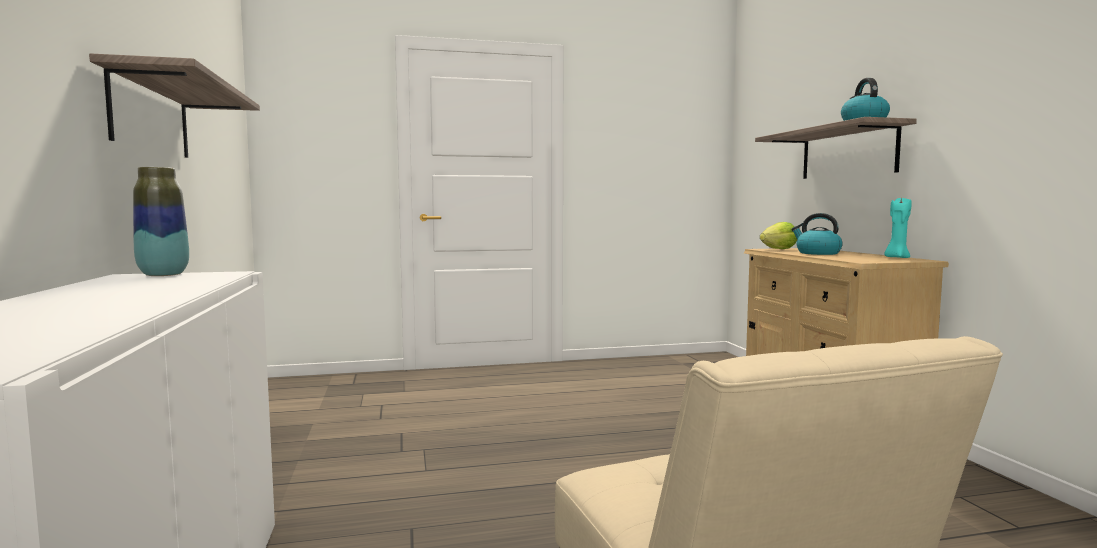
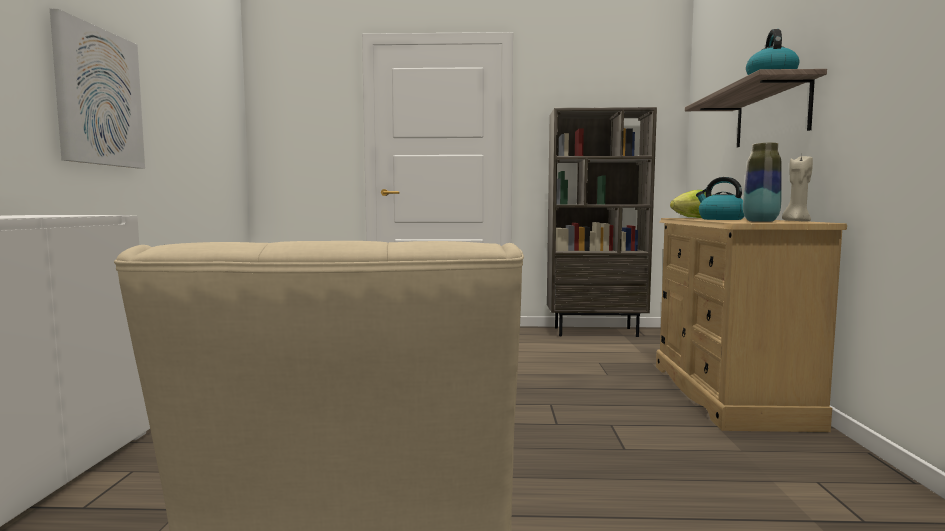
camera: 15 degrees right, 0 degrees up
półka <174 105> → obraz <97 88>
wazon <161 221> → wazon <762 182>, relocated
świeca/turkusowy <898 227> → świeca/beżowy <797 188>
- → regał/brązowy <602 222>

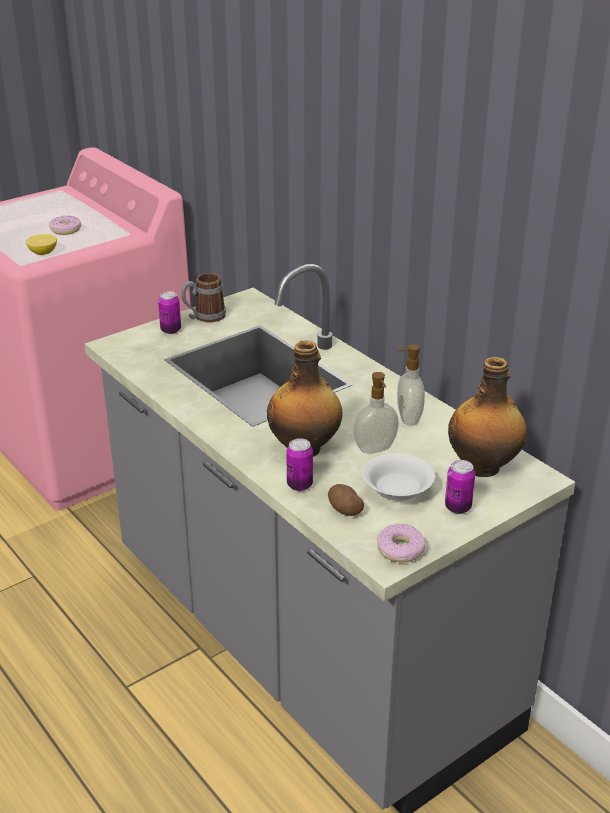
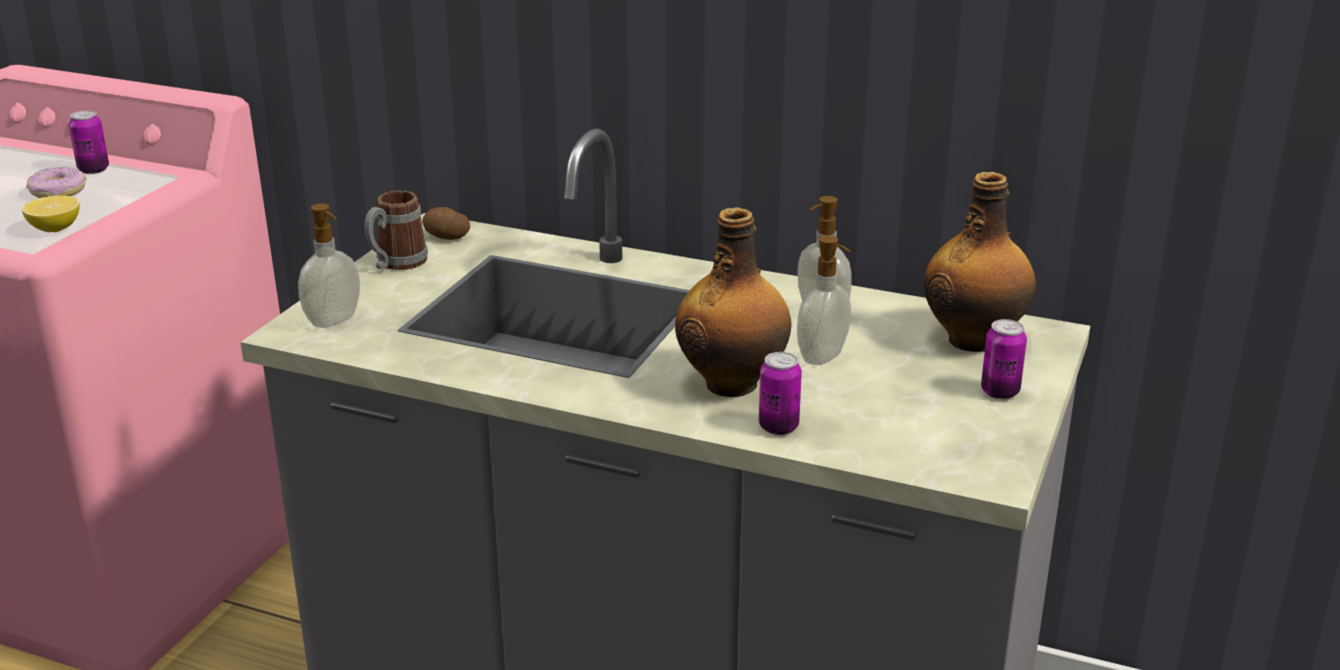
camera: 30 degrees left, 5 degrees down
puszka <169 312> → puszka <88 142>, relocated
ziemniak <346 500> → ziemniak <446 223>, relocated
miska/biały <398 477> → -
donut <401 543> → -
- → dozownik mydła <329 265>

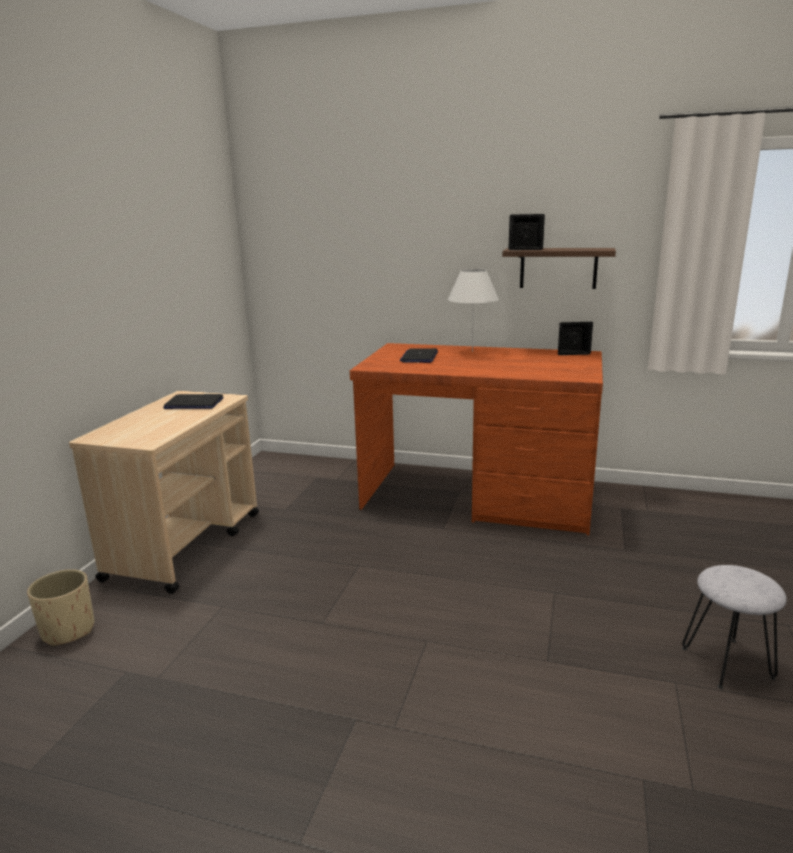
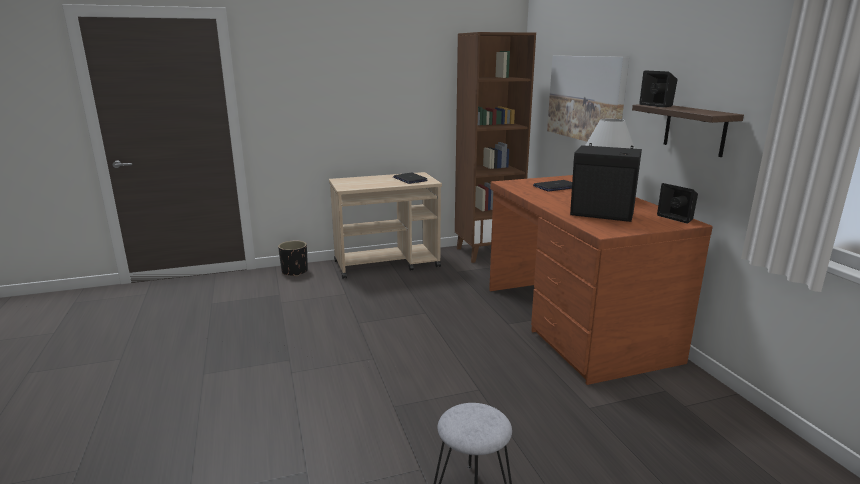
camera: 55 degrees right, 0 degrees up
donica/beżowy <60 607> → donica/czarny <293 258>
- → regał/brązowy <495 147>
- → obraz <588 99>
- → głośnik/czarny <606 182>

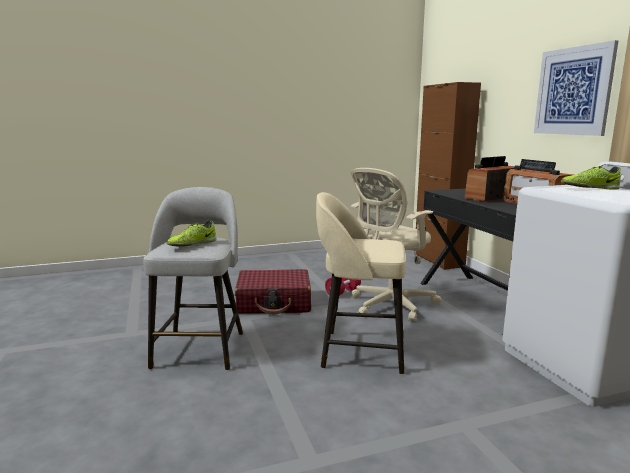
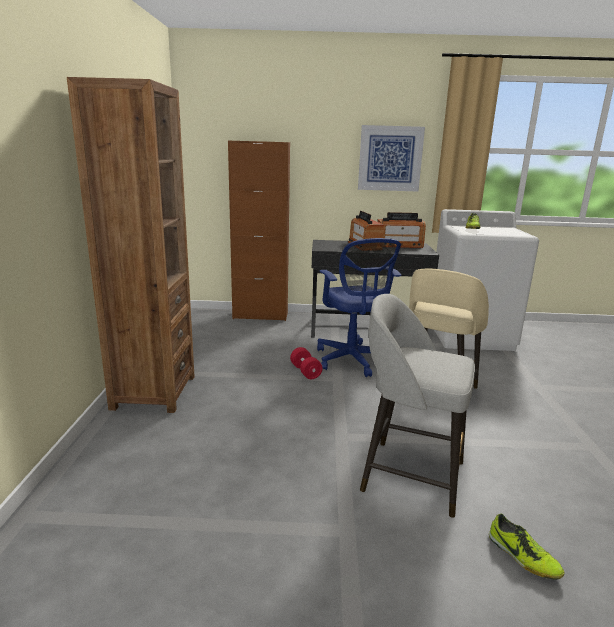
camera: 70 degrees left, 5 degrees up
but <191 233> → but <527 546>, relocated
walizka/czerwony <273 292> → -
krzesło biurowe/beżowy <396 245> → krzesło biurowe/niebieski <359 307>
- → regał/brązowy <131 245>

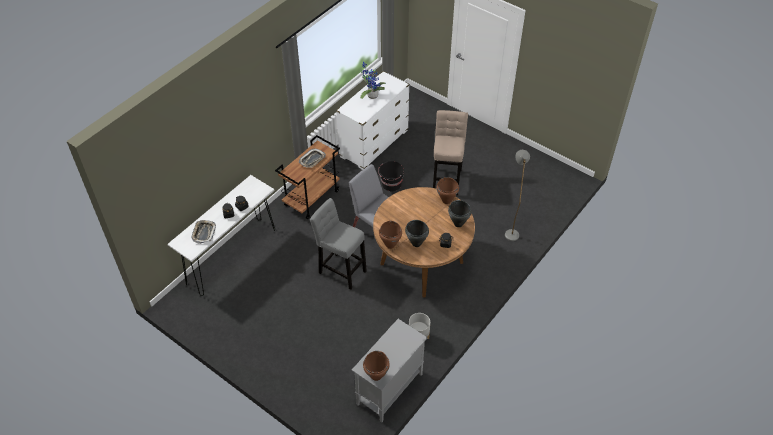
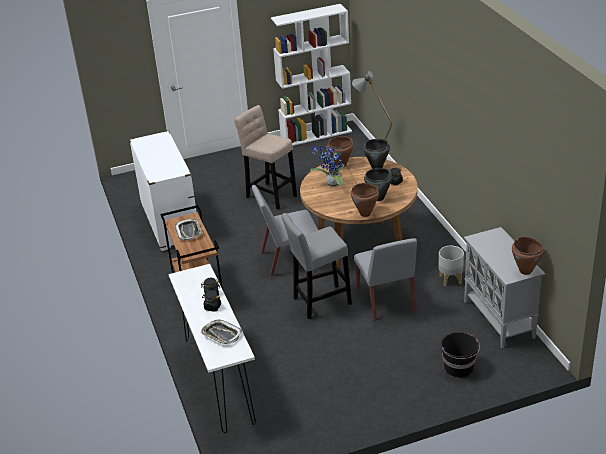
camera: 55 degrees left, 15 degrees down
roślina doniczkowa <373 80> → roślina doniczkowa <328 166>, relocated
wiadro/czarny <391 176> → wiadro/czarny <460 355>, relocated
- → regał/biały <311 75>
- → krzesło/szary <385 279>

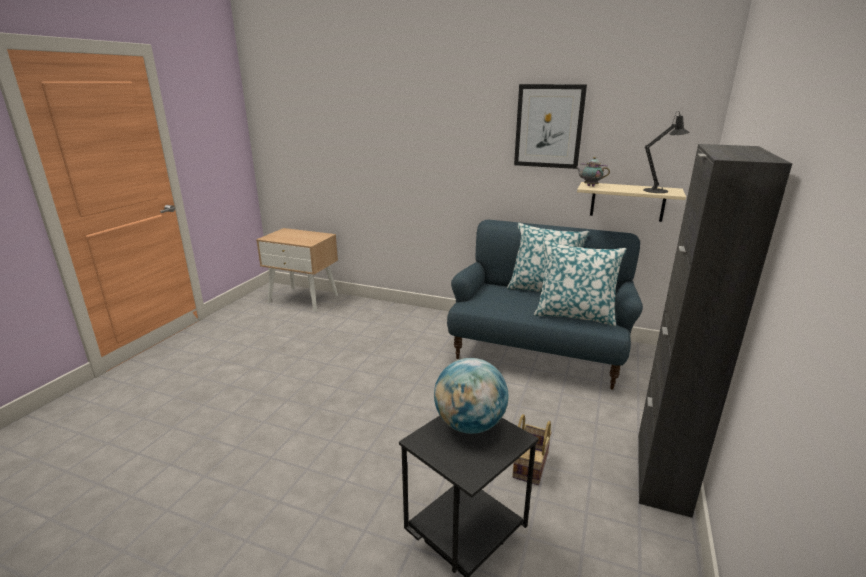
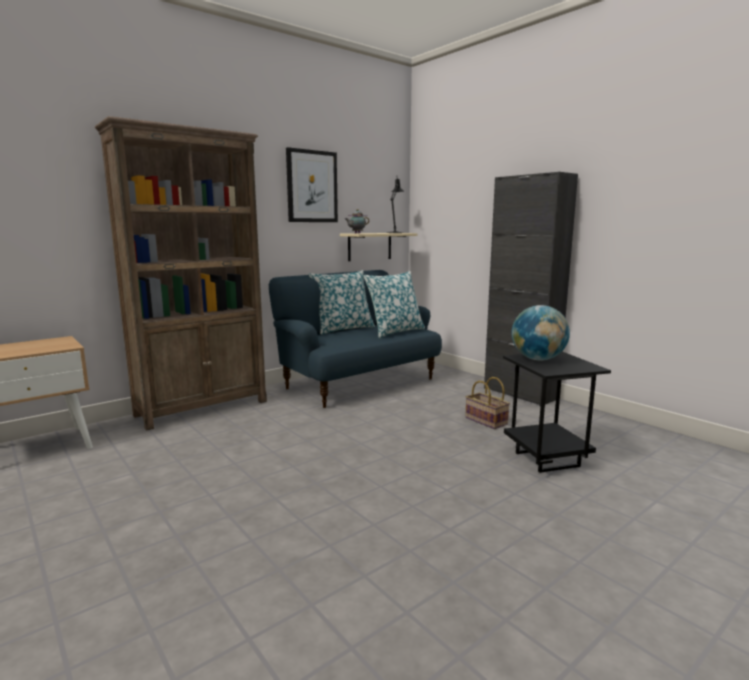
camera: 60 degrees left, 10 degrees down
- → regał/brązowy <181 273>

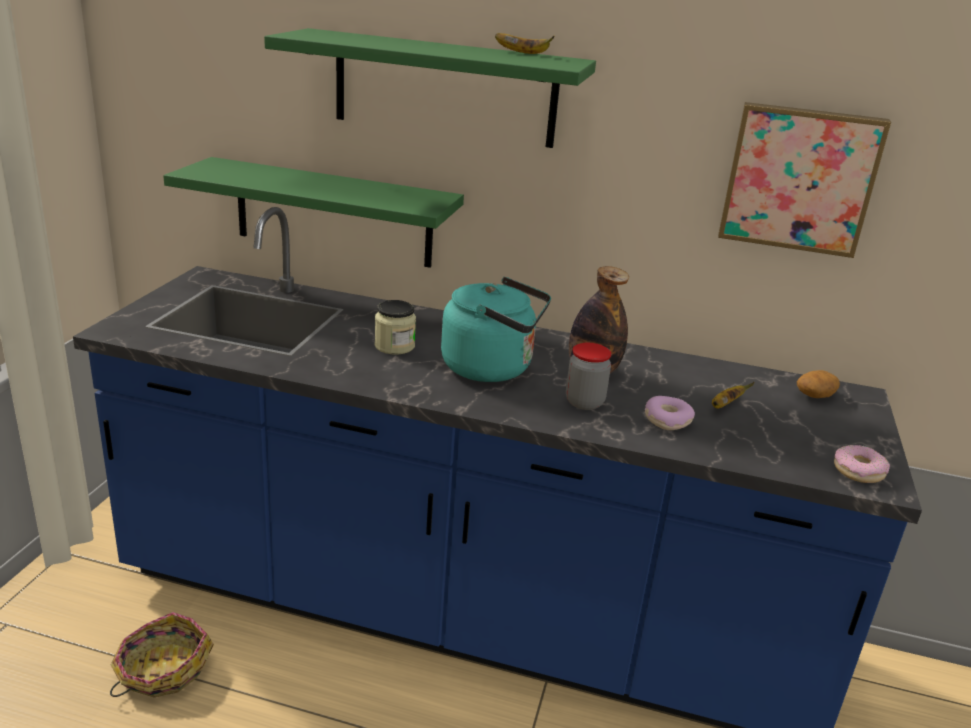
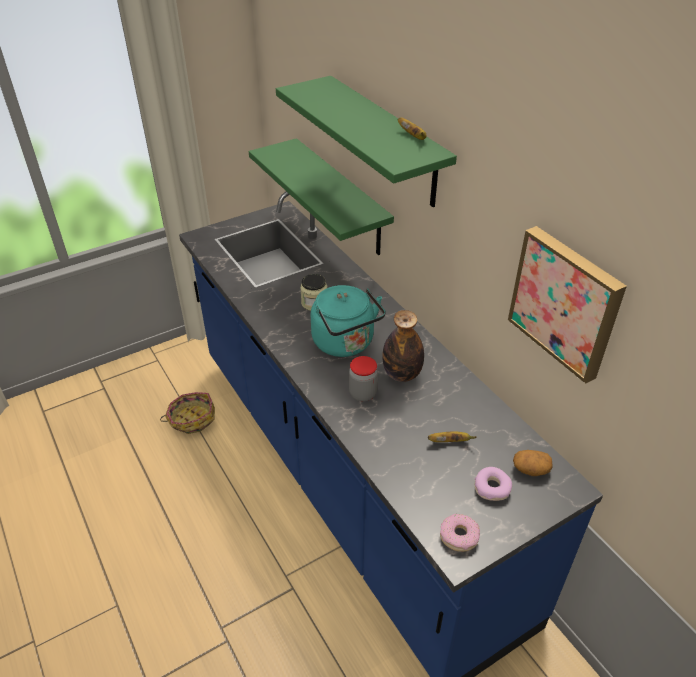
camera: 45 degrees right, 15 degrees up
donut <670 413> → donut <493 484>, relocated

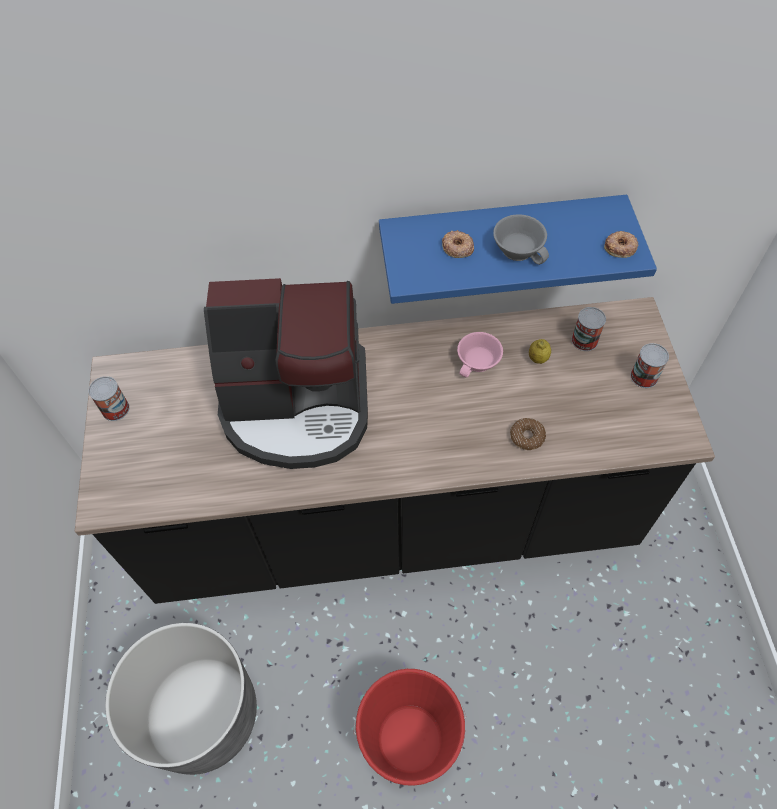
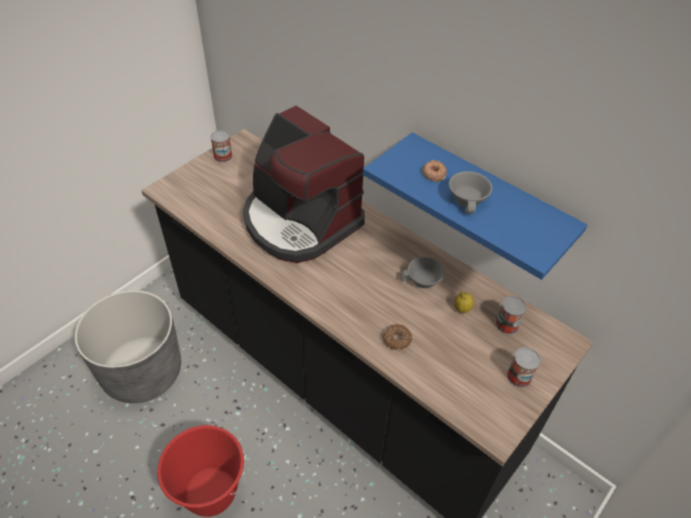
camera: 45 degrees right, 10 degrees down
filiżanka/różowy <480 355> → filiżanka/szary <423 273>
donut <621 244> → -

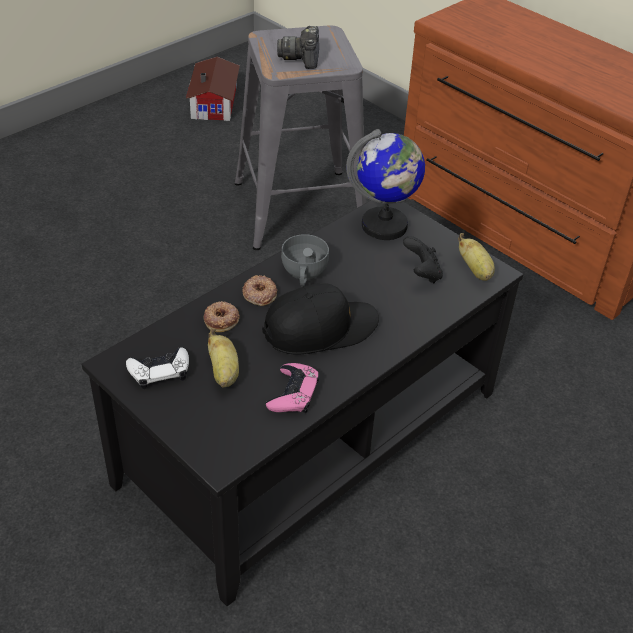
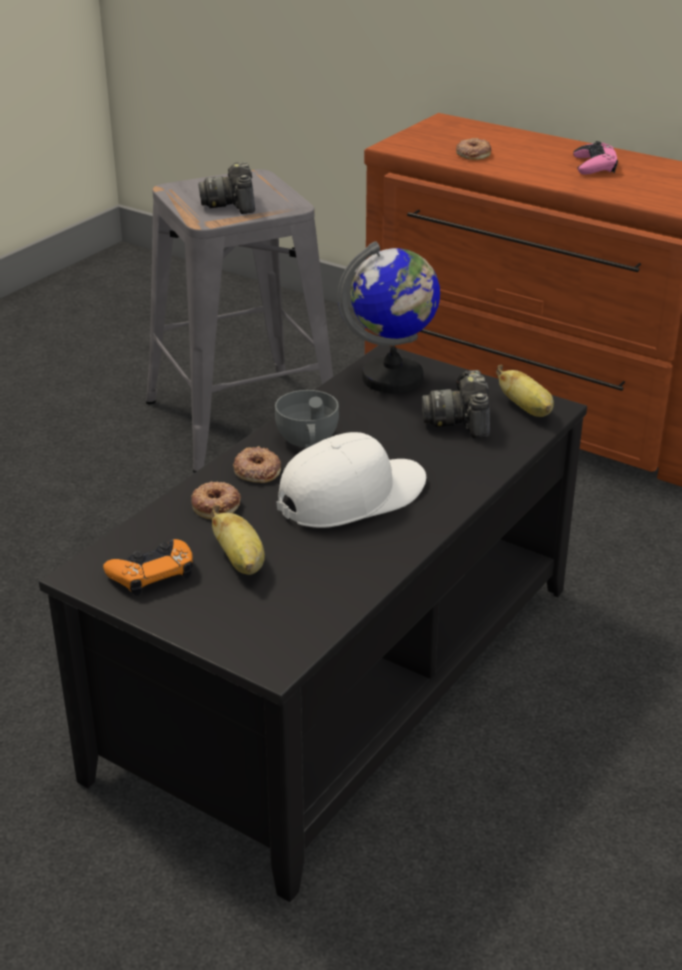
camera: 10 degrees left, 10 degrees down
pad do gier/biały <157 368> → pad do gier/pomarańczowy <148 567>
domek <213 89> → -
czapka z daszkiem/czarny <320 319> → czapka z daszkiem/biały <351 480>
pad do gier/różowy <293 388> → pad do gier/różowy <595 158>, relocated
pad do gier/czarny <423 259> → aparat fotograficzny <456 404>
- → donut <473 149>

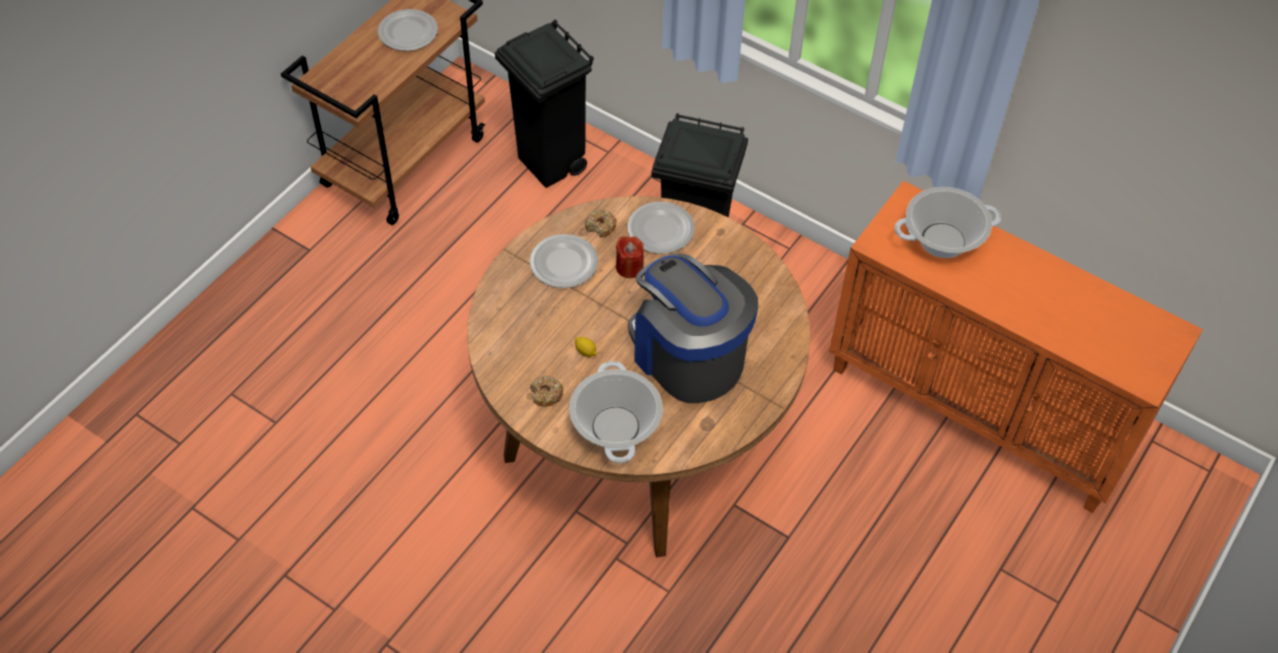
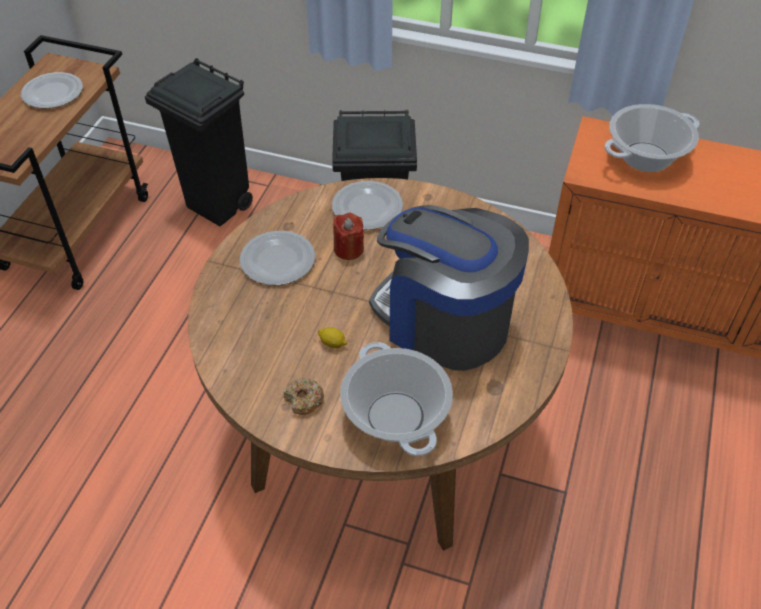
camera: 15 degrees left, 5 degrees down
donut <601 223> → -

